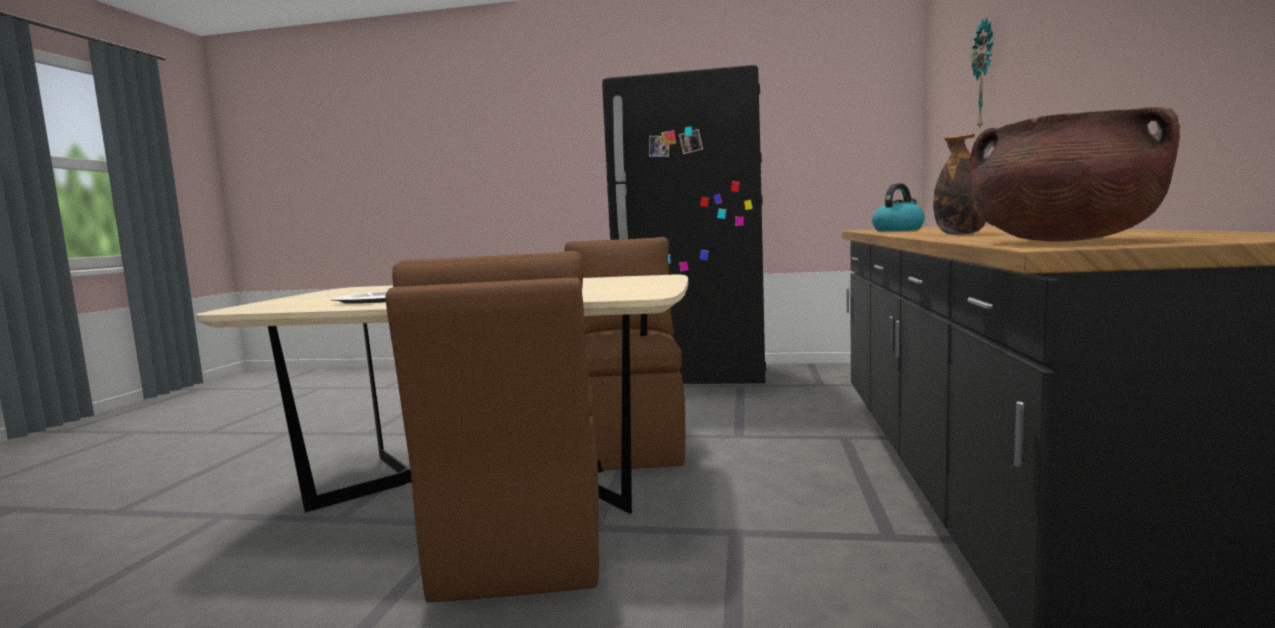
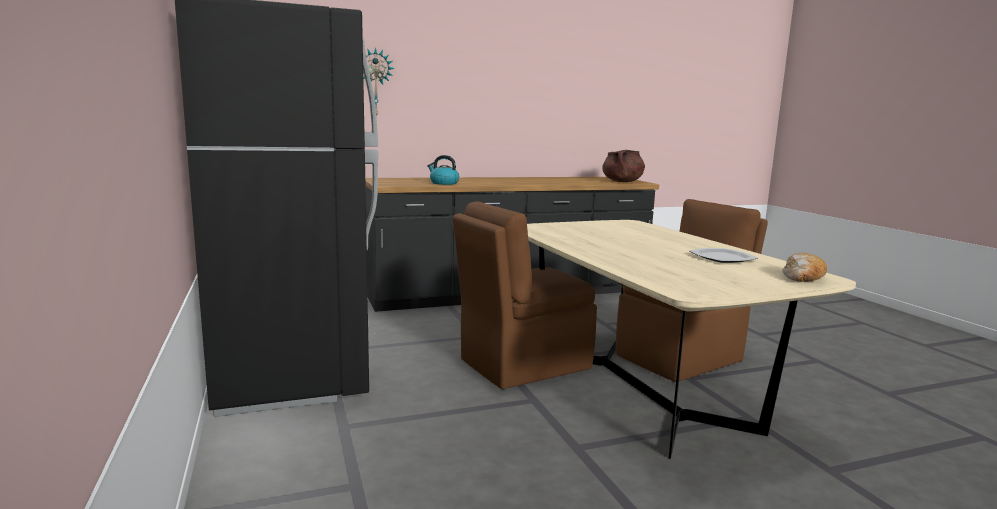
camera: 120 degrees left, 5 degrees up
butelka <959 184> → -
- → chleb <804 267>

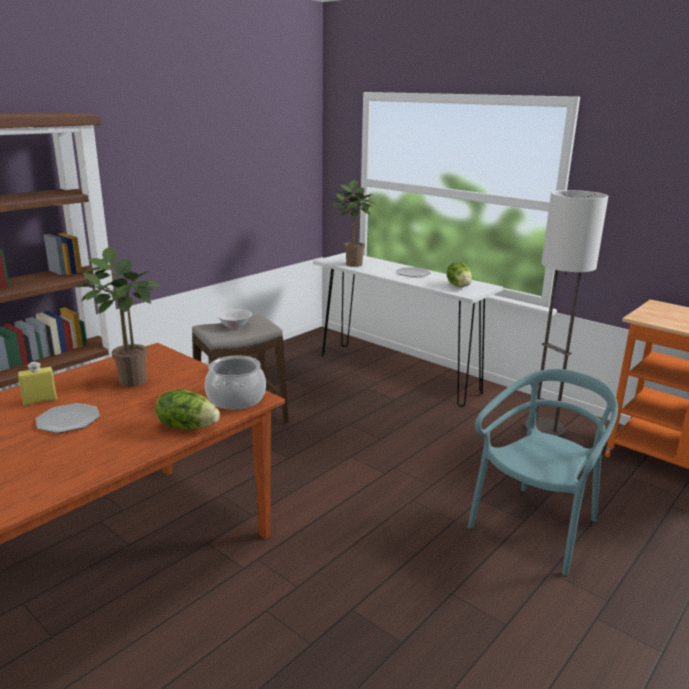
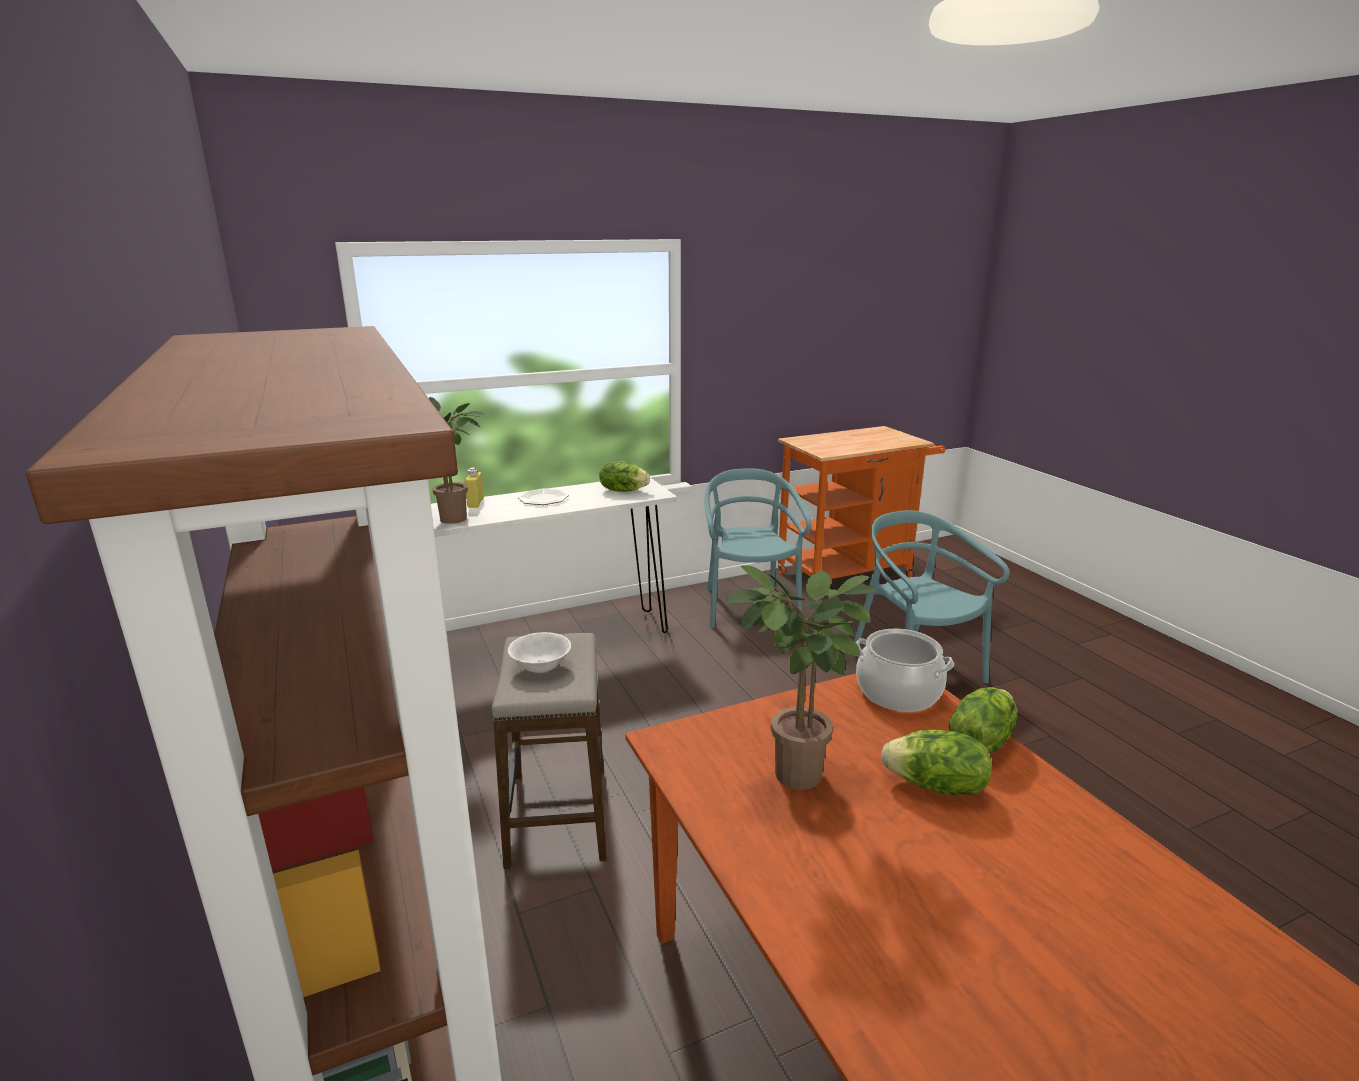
camera: 65 degrees left, 0 degrees up
butelka/żółty <37 384> → butelka/żółty <474 488>, relocated
talerz <68 418> → -
lampa stojąca <566 313> → krzesło/turkusowy <758 548>
- → sałata <936 762>

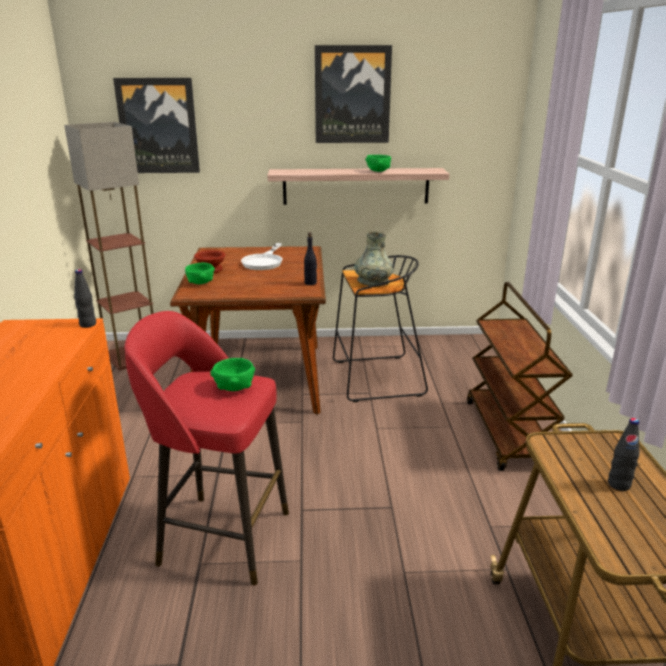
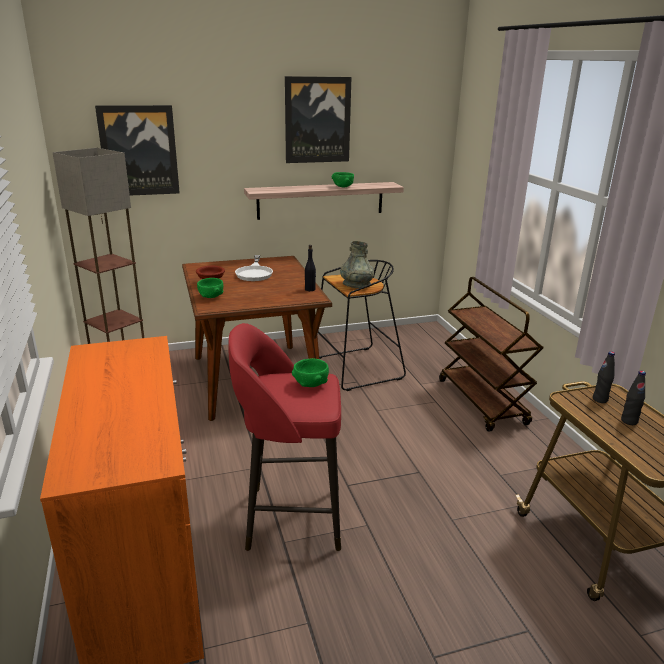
camera: 15 degrees left, 0 degrees up
butelka/czarny <85 298> → butelka/czarny <604 377>, relocated

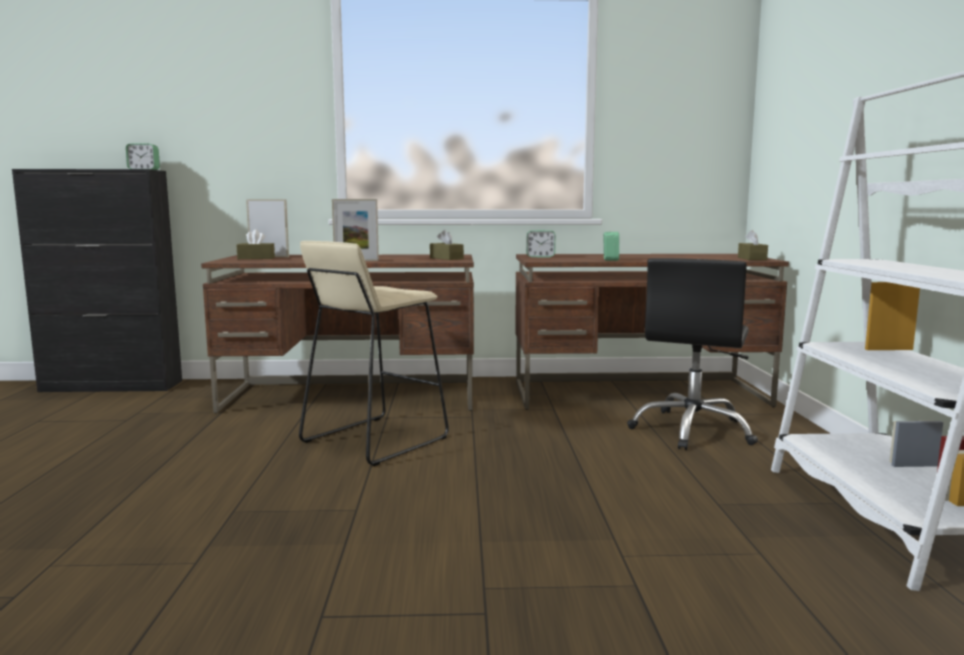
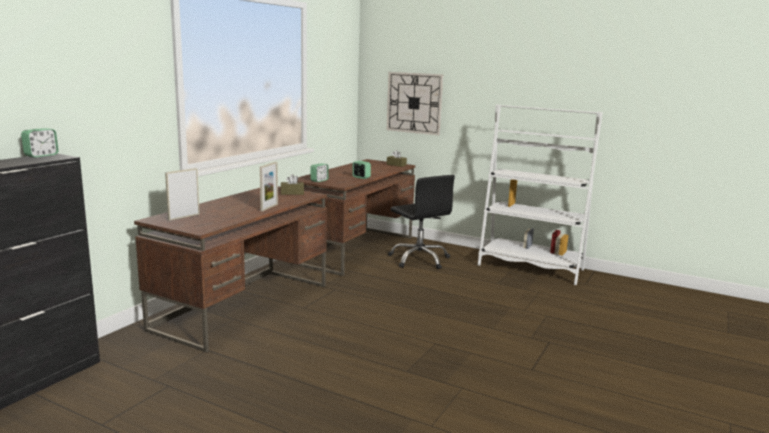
camera: 60 degrees left, 5 degrees up
pudełko chusteczek/brązowy <256 244> → -
stołek/beżowy <374 353> → -
- → zegar ścienny <415 103>

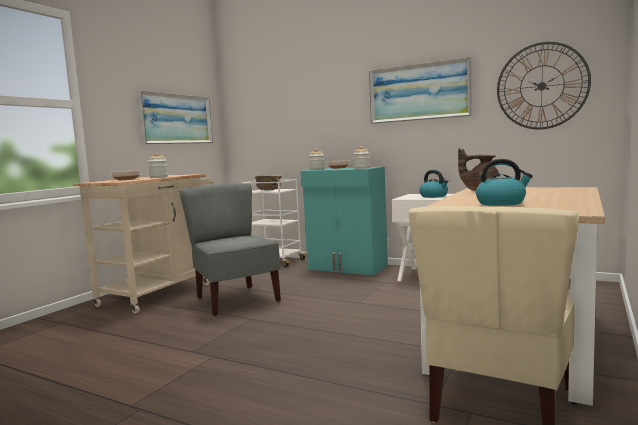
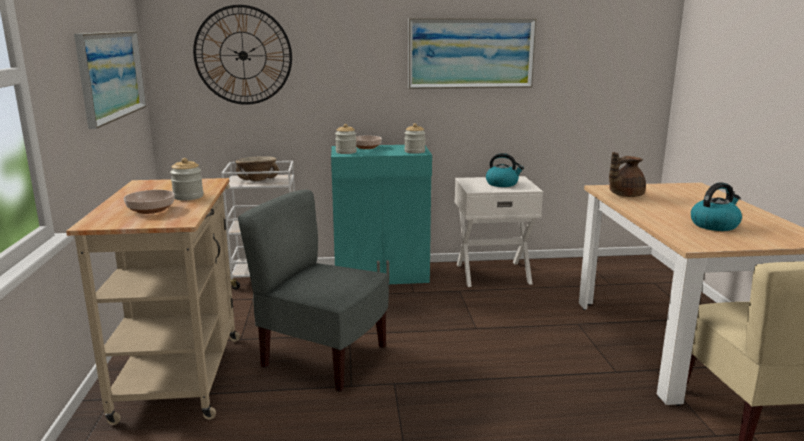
camera: 35 degrees left, 10 degrees up
zegar ścienny <544 86> → zegar ścienny <242 55>, relocated

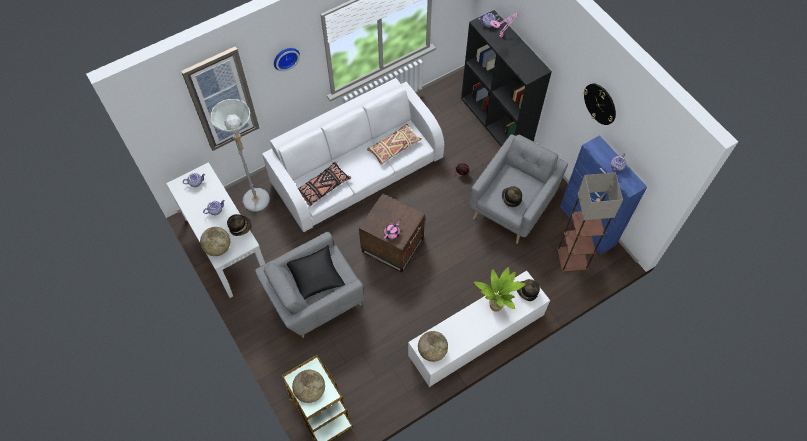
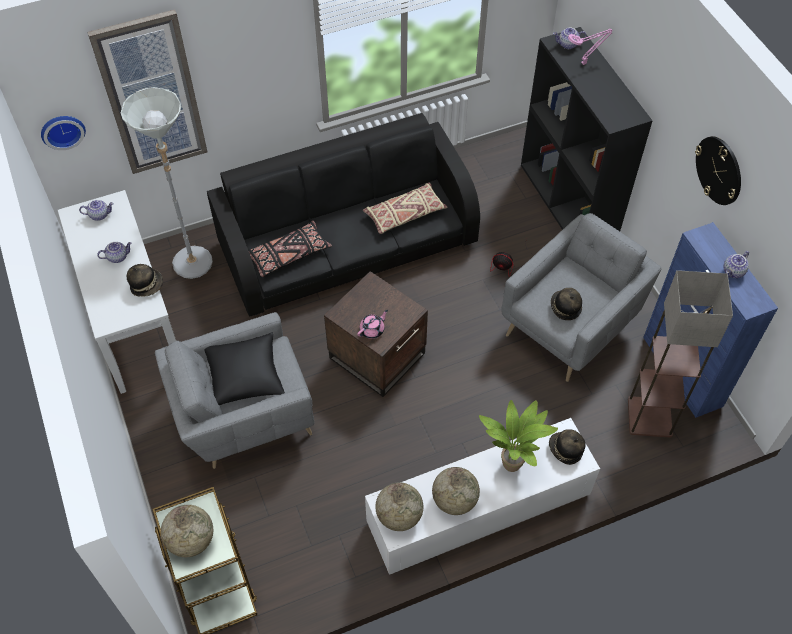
camera: 10 degrees right, 5 degrees down
globus <215 241> → globus <456 491>, relocated
kanapa/biały <353 155> → kanapa/czarny <343 215>
zegar ścienny <287 59> → zegar ścienny <63 133>, relocated

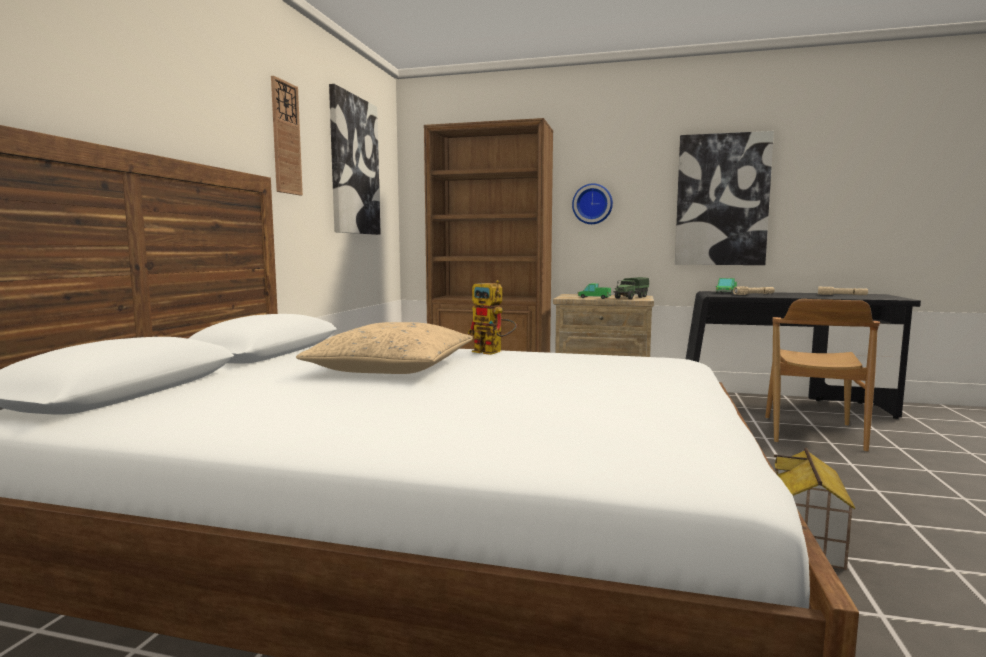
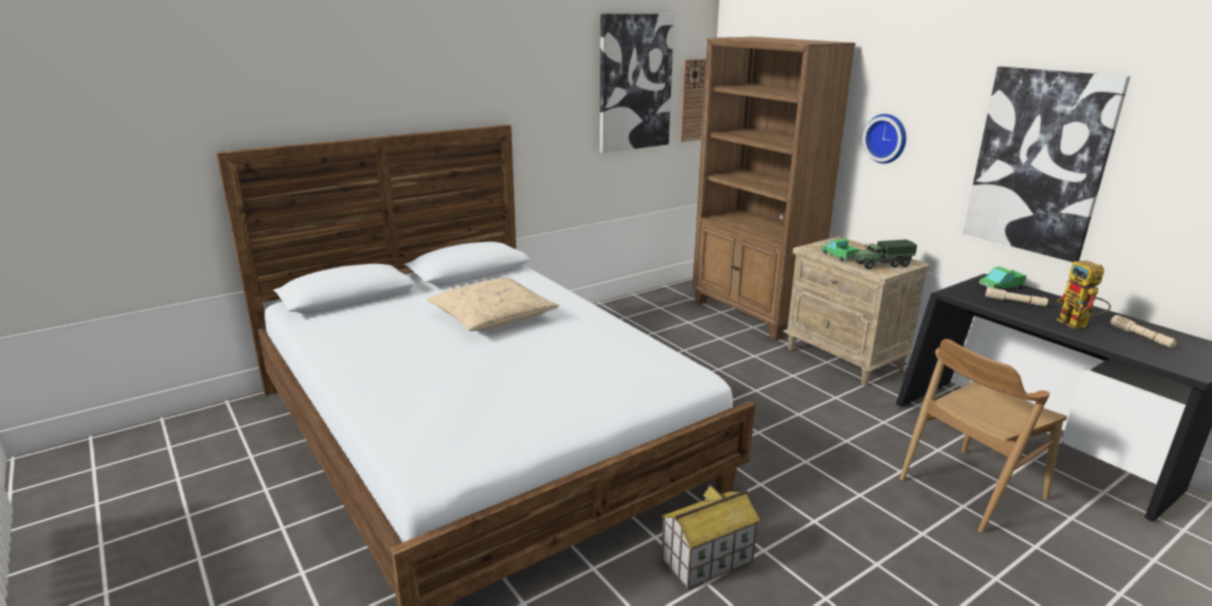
camera: 40 degrees right, 15 degrees up
zegar ścienny <287 135> → zegar ścienny <693 100>, relocated
robot zabawkowy <492 317> → robot zabawkowy <1083 295>, relocated

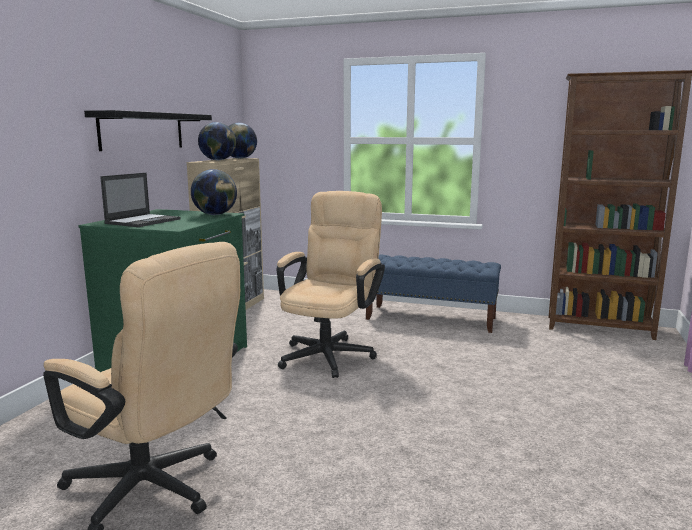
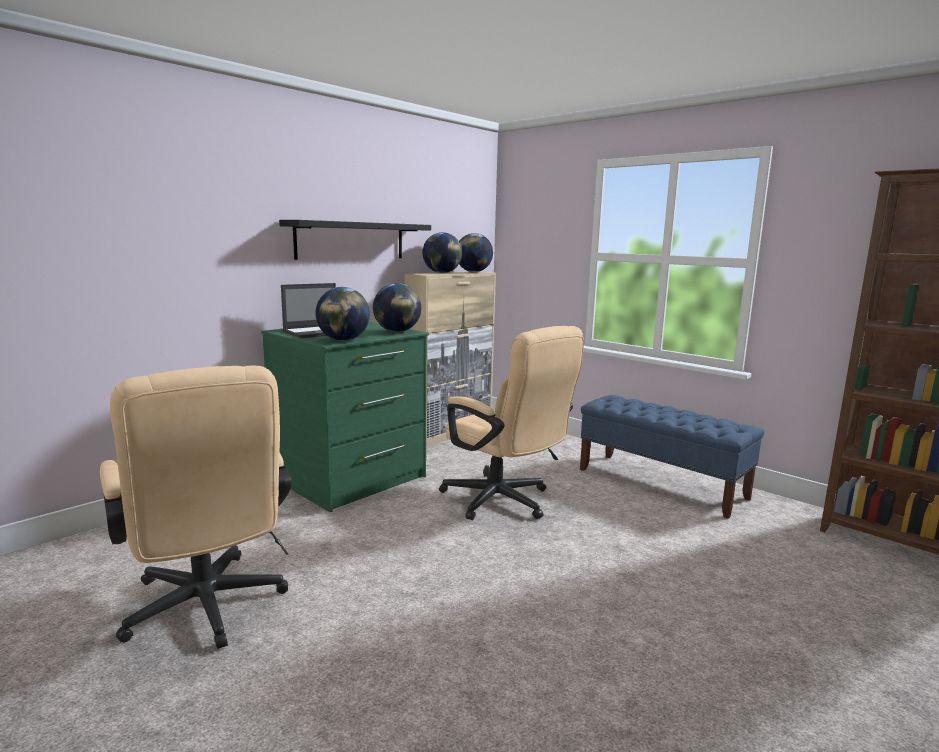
camera: 25 degrees right, 0 degrees up
krzesło biurowe/beżowy <331 284> → krzesło biurowe/beżowy <511 423>, 90 degrees clockwise
- → globus <342 314>

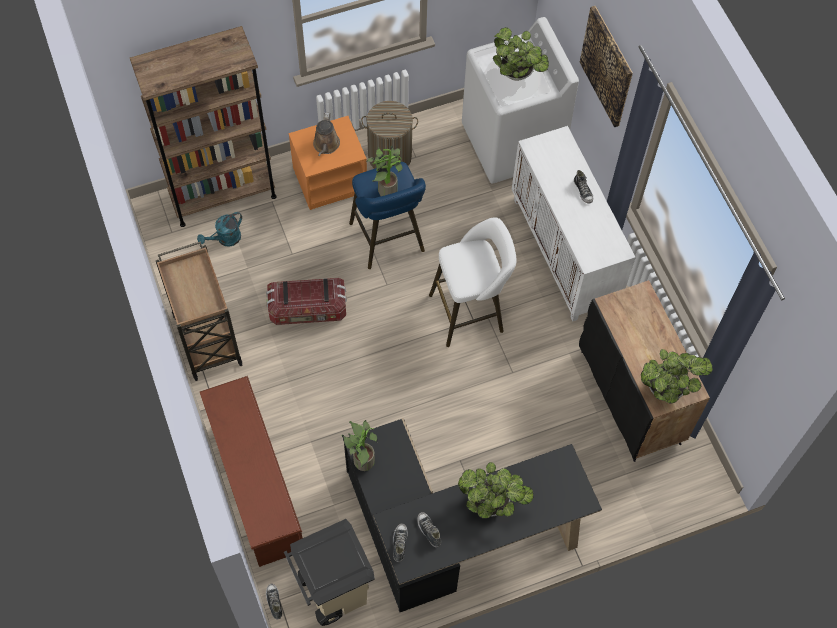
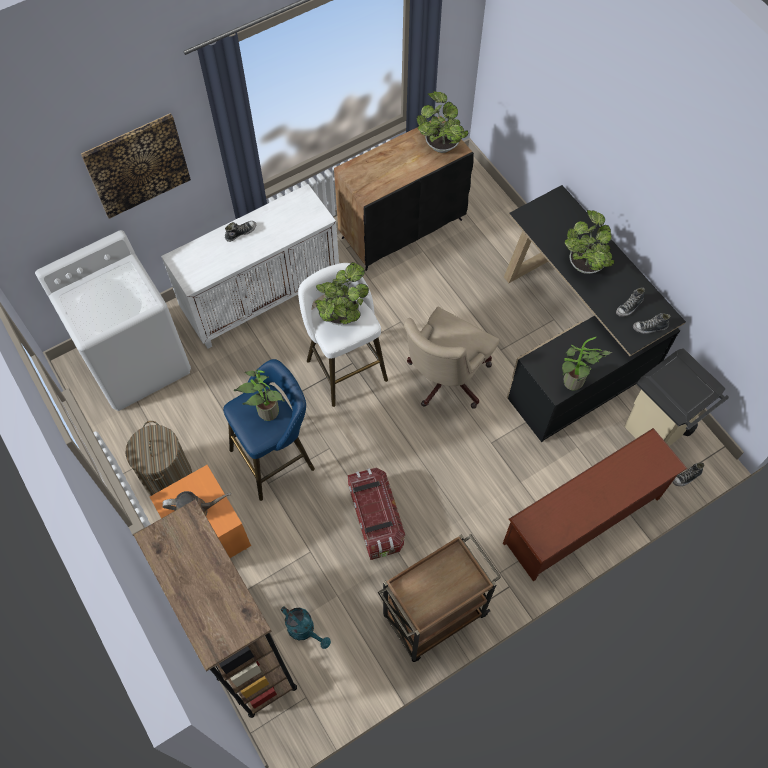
camera: 100 degrees left, 0 degrees up
roślina doniczkowa <521 54> → roślina doniczkowa <342 293>, relocated
- → krzesło biurowe/beżowy <451 357>

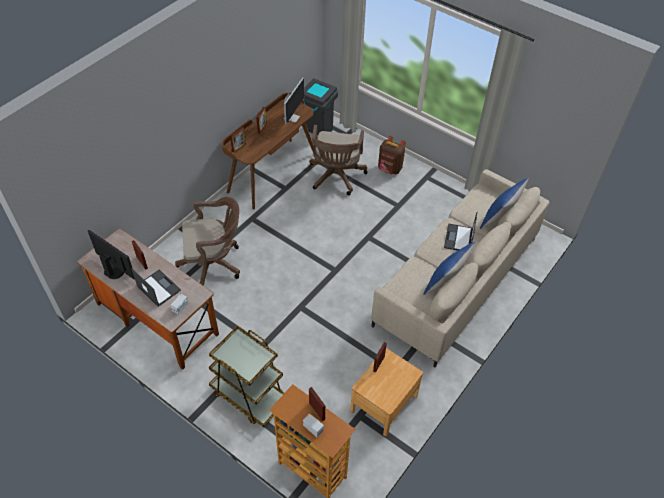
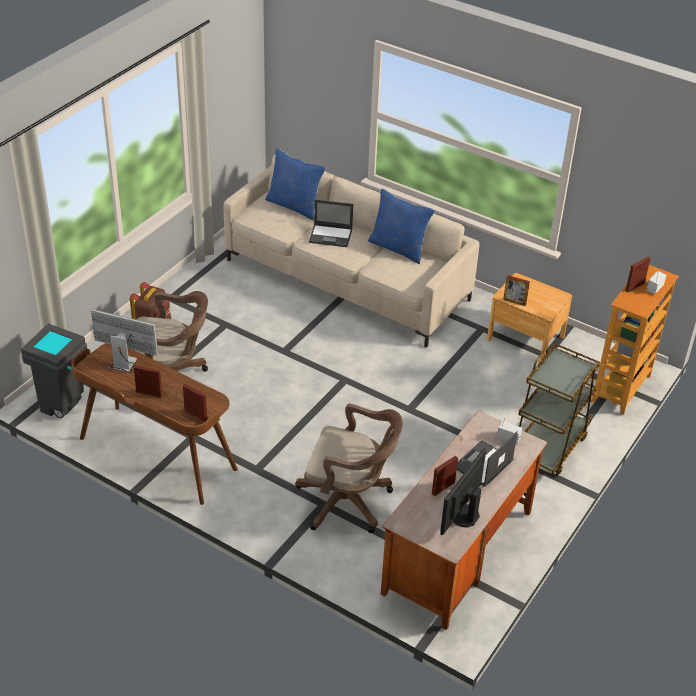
camera: 95 degrees left, 10 degrees down
krzesło biurowe/brązowy <207 241> → krzesło biurowe/brązowy <349 468>, 120 degrees clockwise

